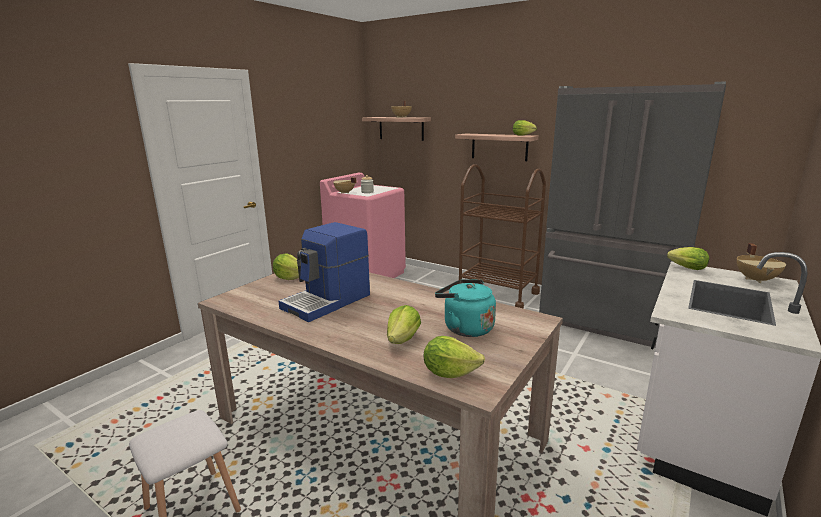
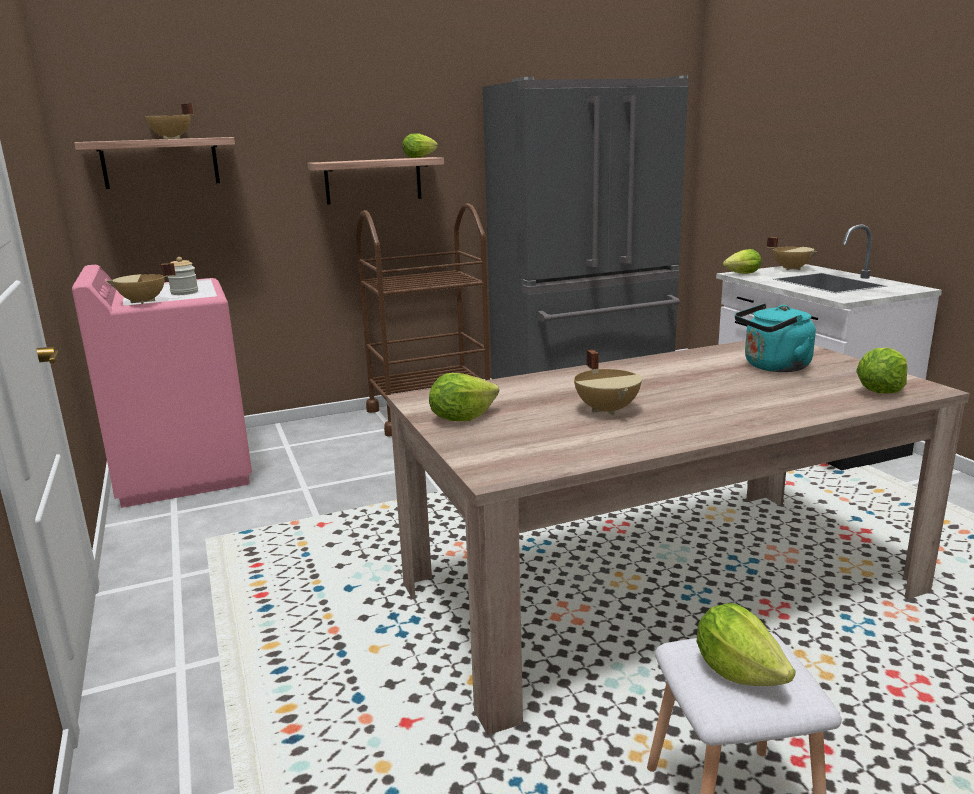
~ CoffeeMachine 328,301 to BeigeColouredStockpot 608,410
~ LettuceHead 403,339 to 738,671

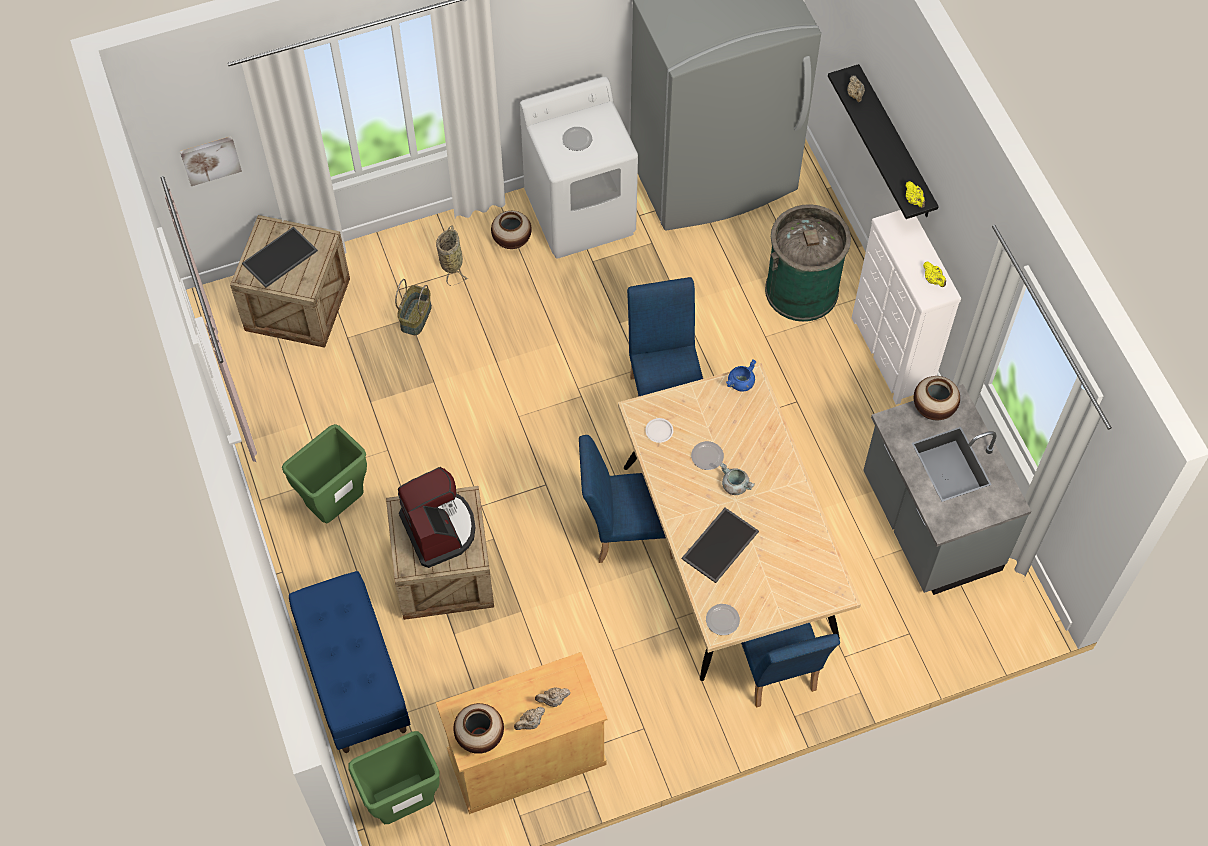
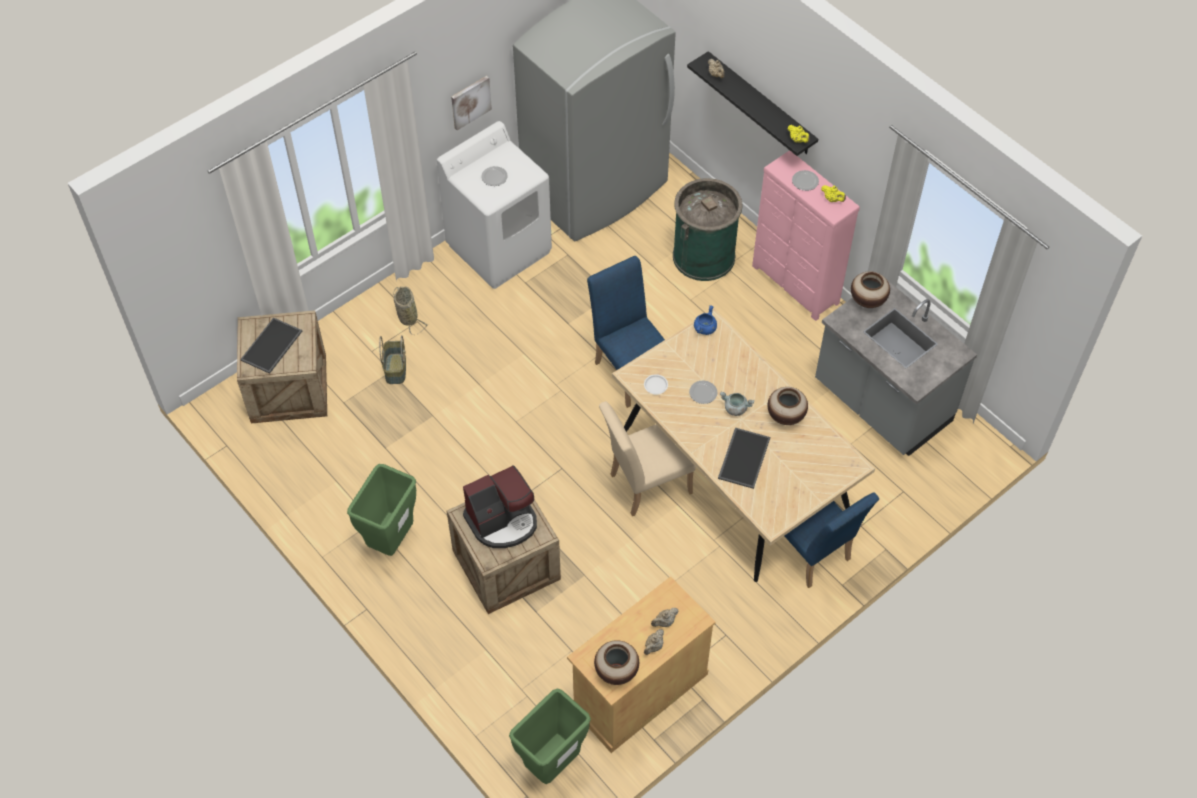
~ Picture 210,159 to 470,102
~ WhitishChestOfDrawers 890,355 to PinkChestOfDrawers 794,285
~ Vase 512,240 to 785,416
~ BluishChair 626,532 to BeigeColouredChair 644,485
~ CoffeeMachine 439,529 = 503,521 105 degrees clockwise
- BluishBench 353,676
~ FlatDish 722,620 to 804,181

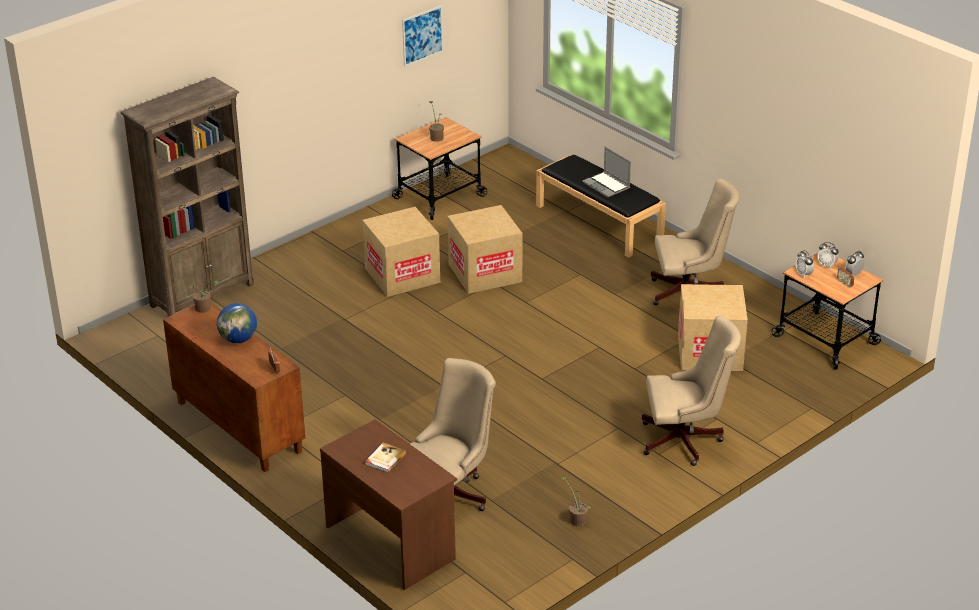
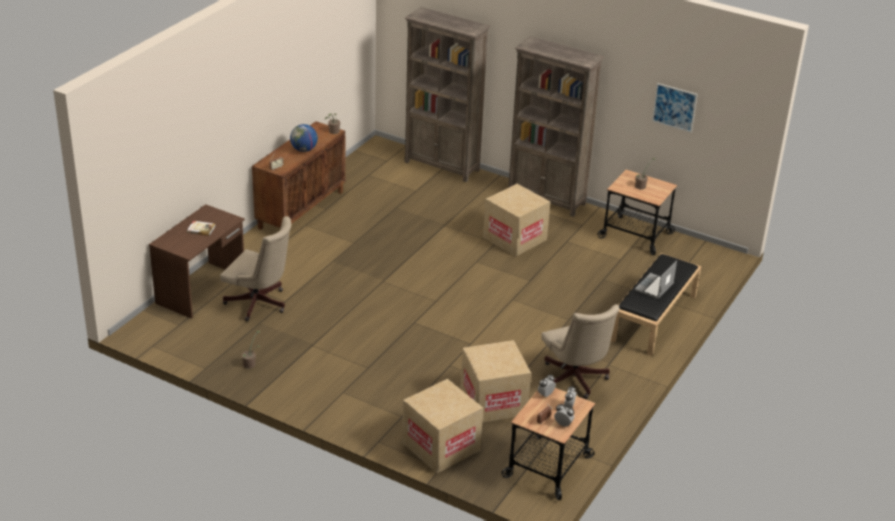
~ Carton 485,273 to 441,446
- BeigeColouredComputerChair 685,440
+ BrownShelvingUnit 547,199

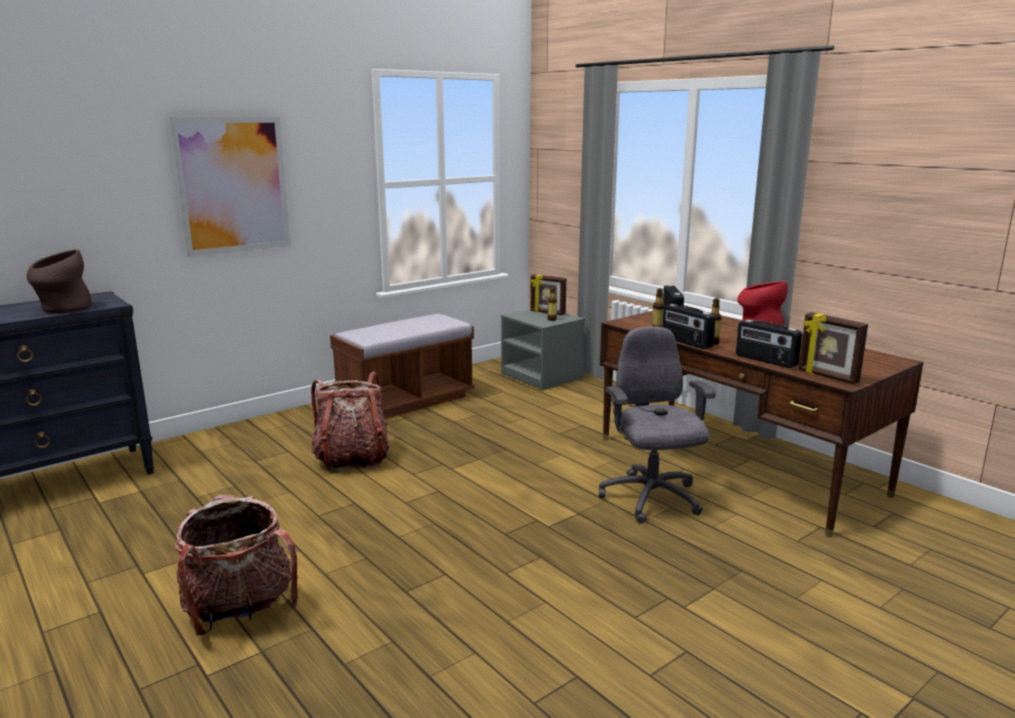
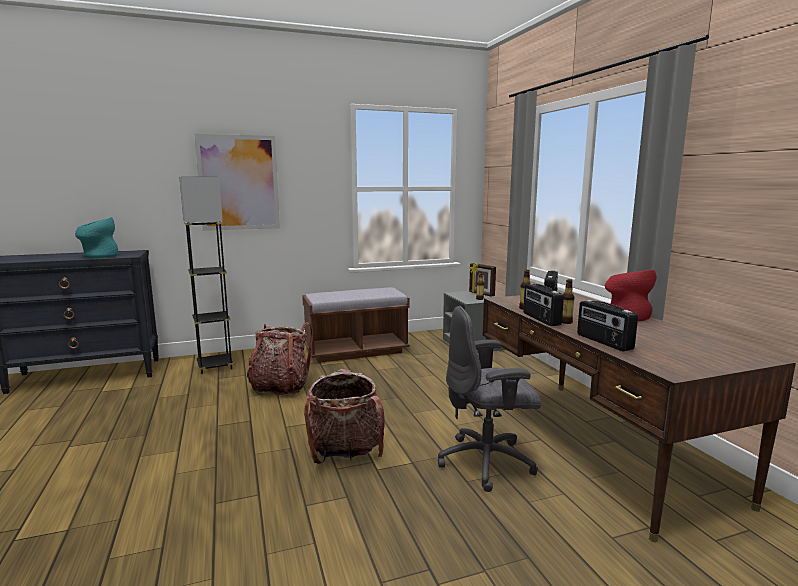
~ BrownVase 62,309 to TurquoiseVase 98,256
- PictureFrame 827,377
~ GreyishComputerChair 651,499 = 487,462 105 degrees counterclockwise
~ Knapsack 240,610 to 345,453
+ GreyishFloorLamp 215,366

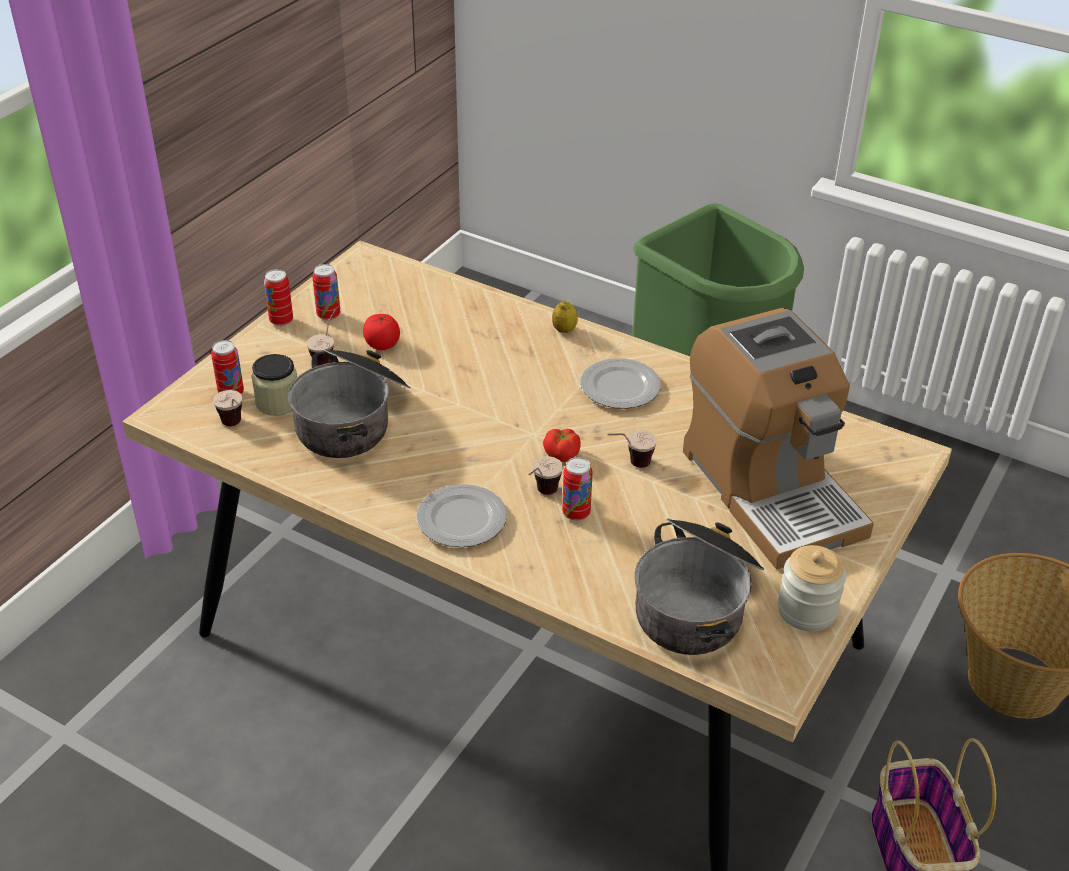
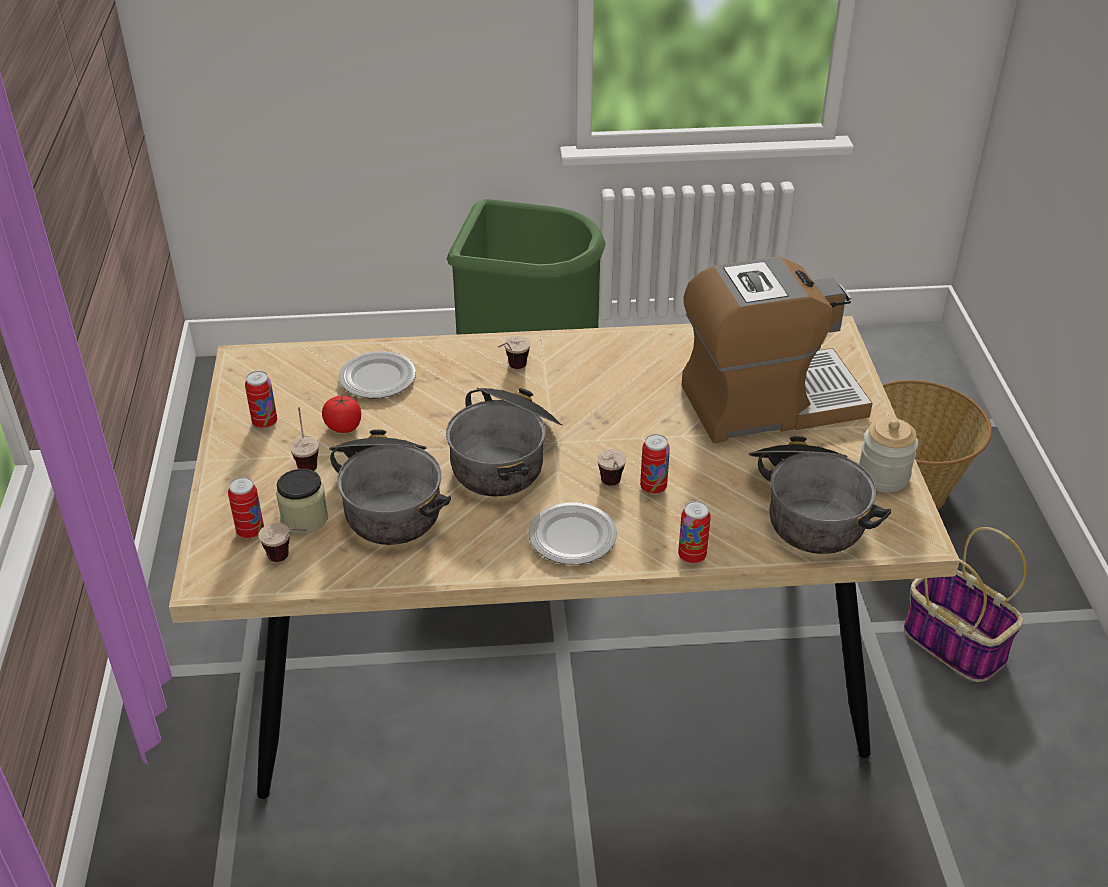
~ SealedCan 281,320 to 692,556
- WholeLemon 564,330
~ CoffeeMachine 770,490 = 769,402 45 degrees counterclockwise
~ FlatDish 620,387 to 377,378
- WholeTomato 562,454
~ DrinkingCup 629,465 to 512,370
+ Stockpot 506,457

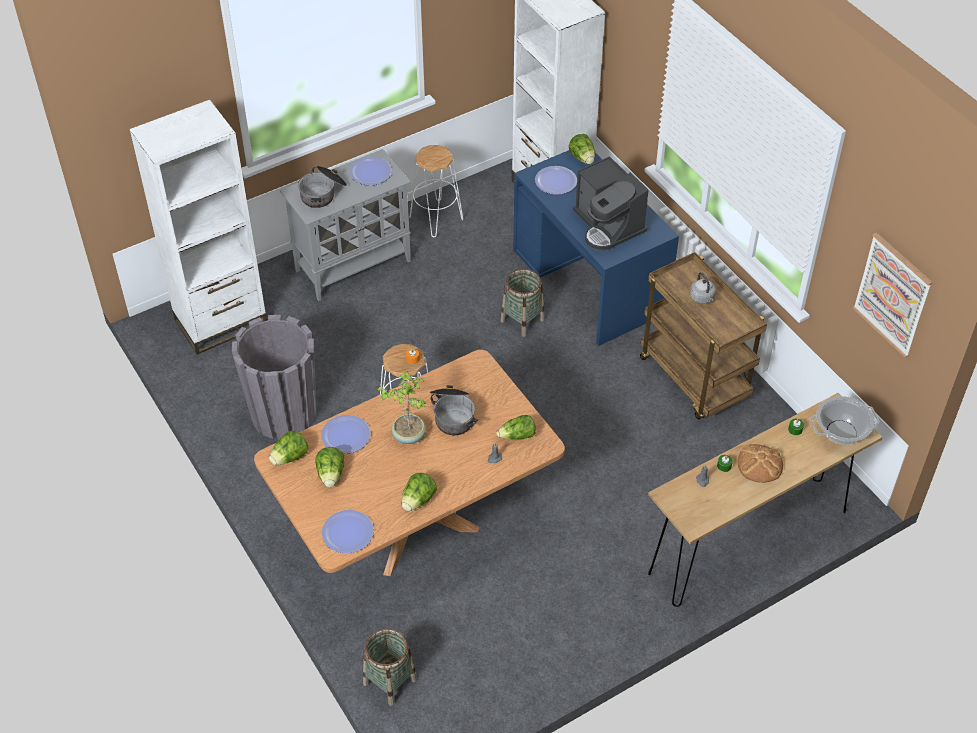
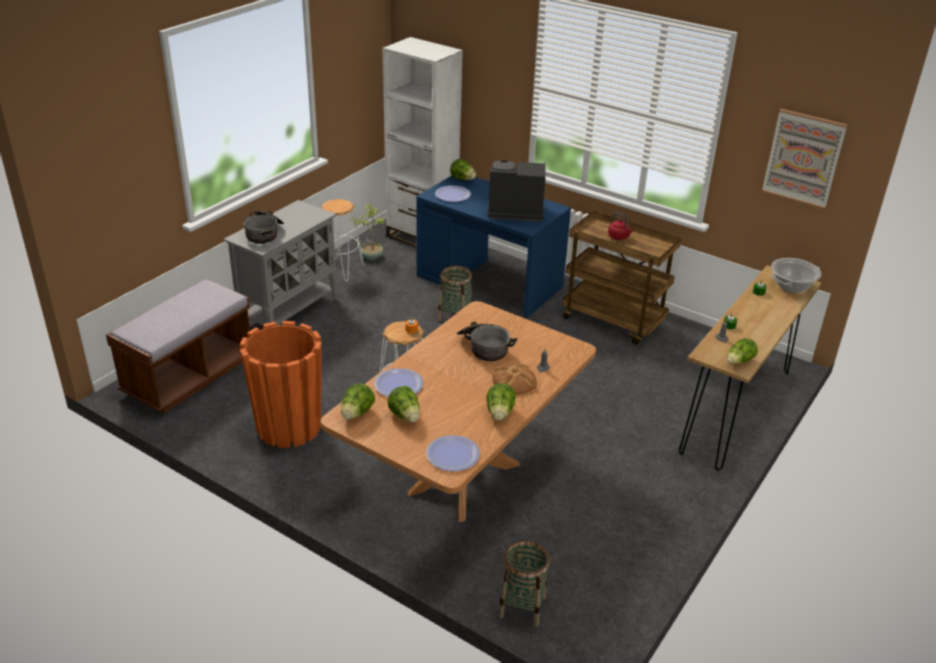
~ WhitishShelvingUnit 221,322 to BrownBench 189,376
~ CoffeeMachine 608,226 = 513,211 150 degrees clockwise
- FlatDish 370,172
~ GreyishKettle 702,298 to RedKettle 619,237
~ GreyishPlanter 284,414 to OrangeyPlanter 289,427
~ PlantInAPot 409,435 to 371,256
~ LettuceHead 517,436 to 739,361
~ BakedBread 759,464 to 514,381

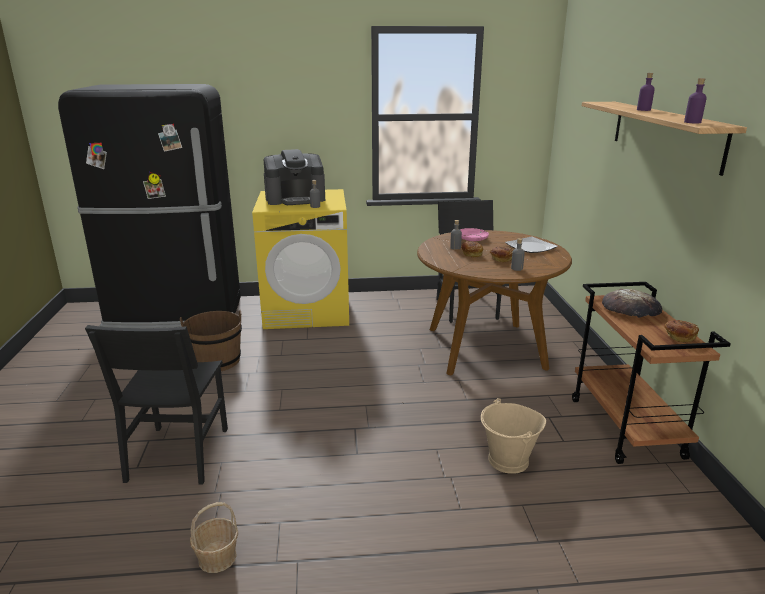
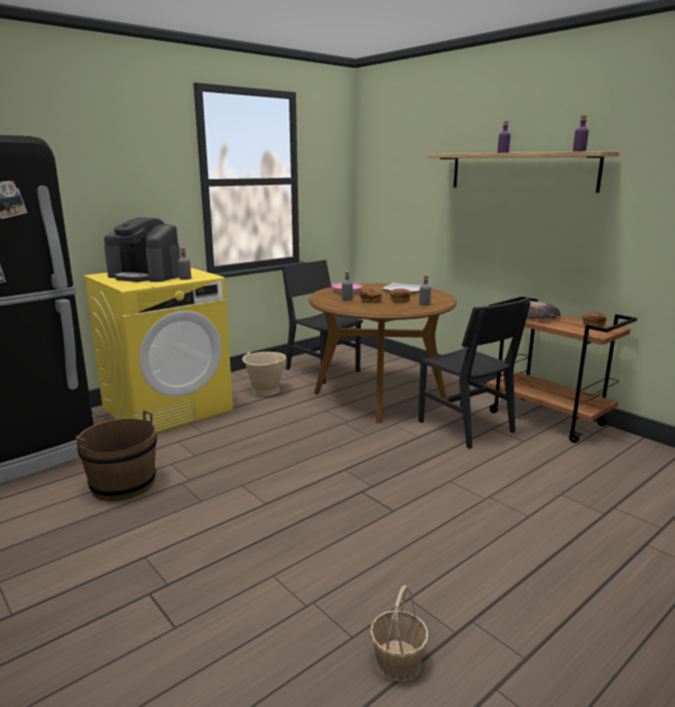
~ CoffeeMachine 295,199 = 146,276 75 degrees clockwise
~ BlackColouredChair 178,454 to 465,426
~ BeigeColouredWaterBucket 508,460 to 266,390

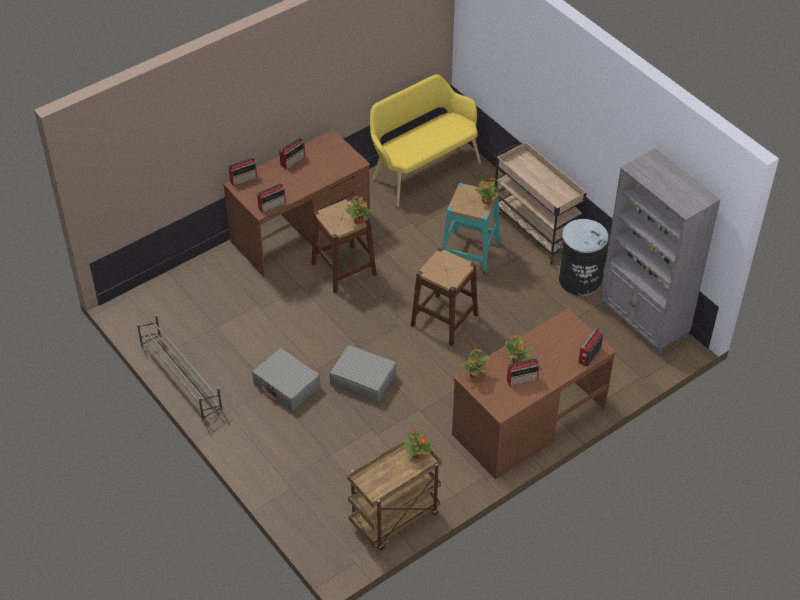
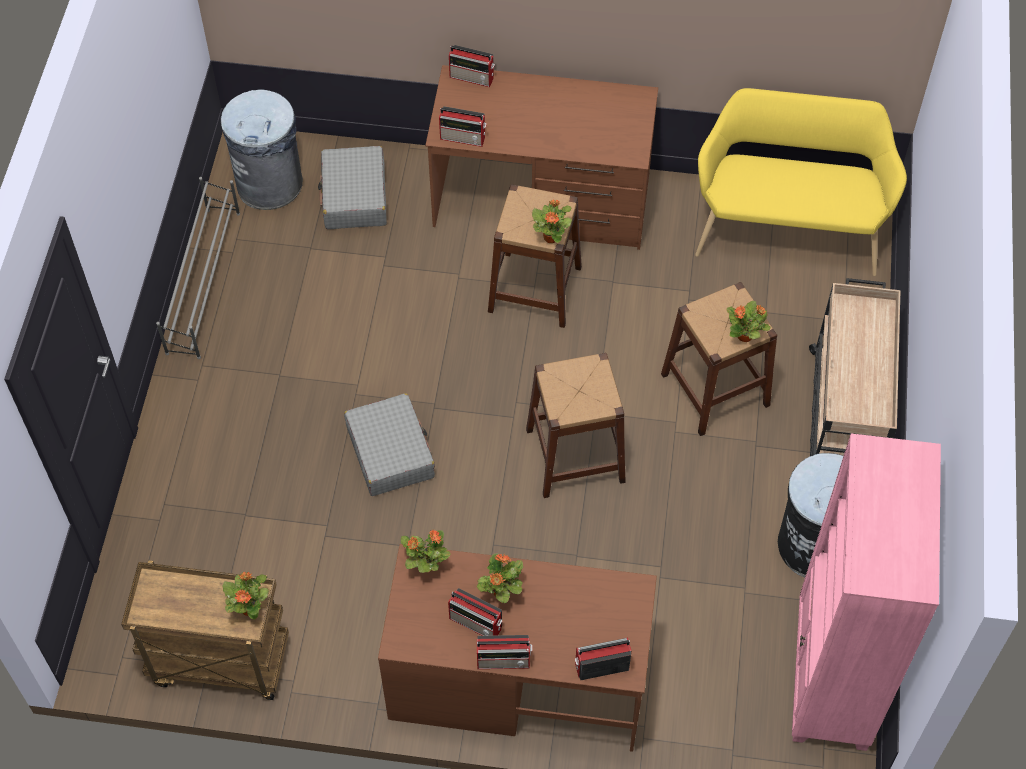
~ Radio 293,161 to 504,660
~ GreyishShelvingUnit 643,322 to PinkShelvingUnit 831,677
~ TurquoiseStoolSeat 470,252 to BrownStoolSeat 715,389
~ GreyishTravelCase 287,385 to 354,197
+ GreyishTrashCan 270,183

